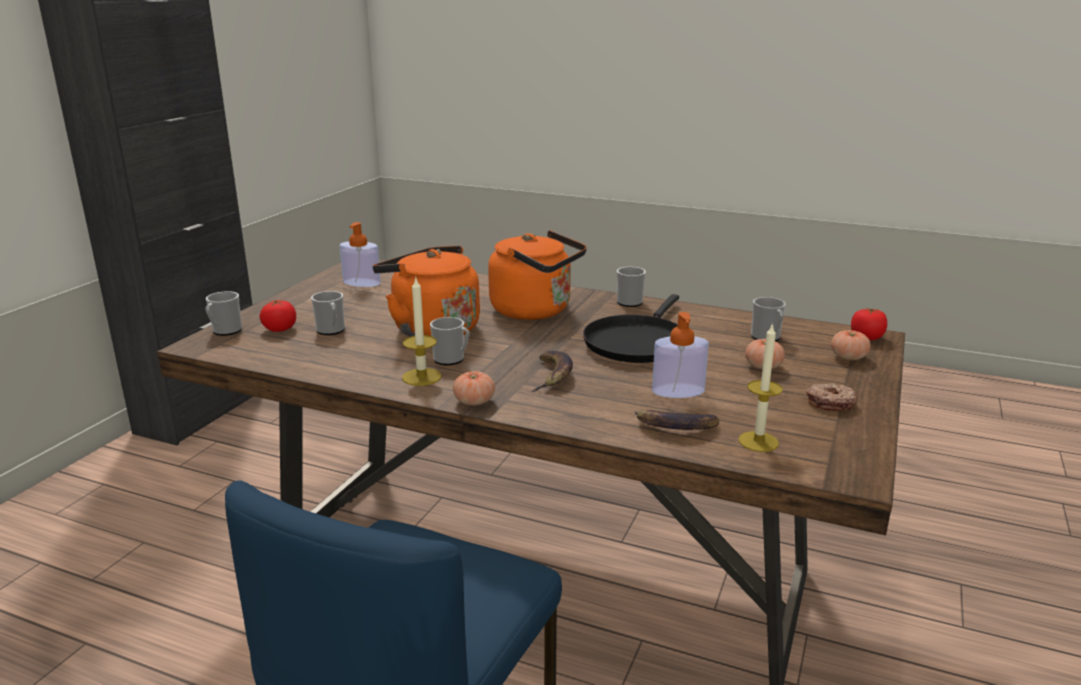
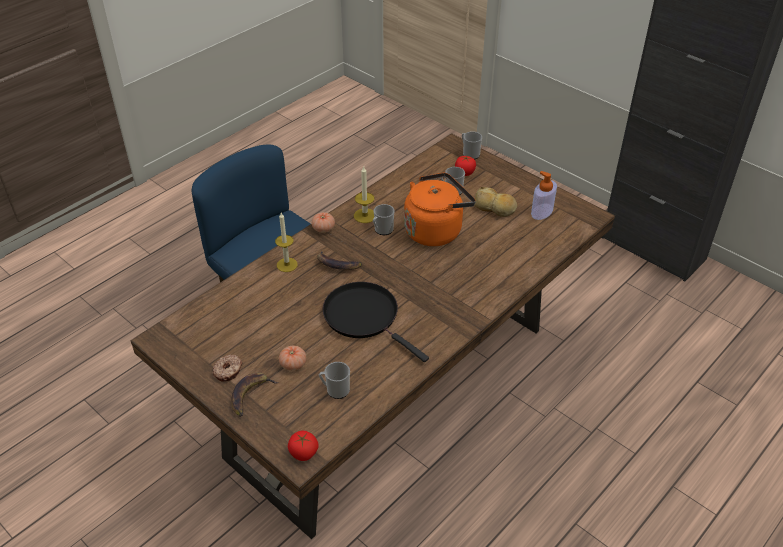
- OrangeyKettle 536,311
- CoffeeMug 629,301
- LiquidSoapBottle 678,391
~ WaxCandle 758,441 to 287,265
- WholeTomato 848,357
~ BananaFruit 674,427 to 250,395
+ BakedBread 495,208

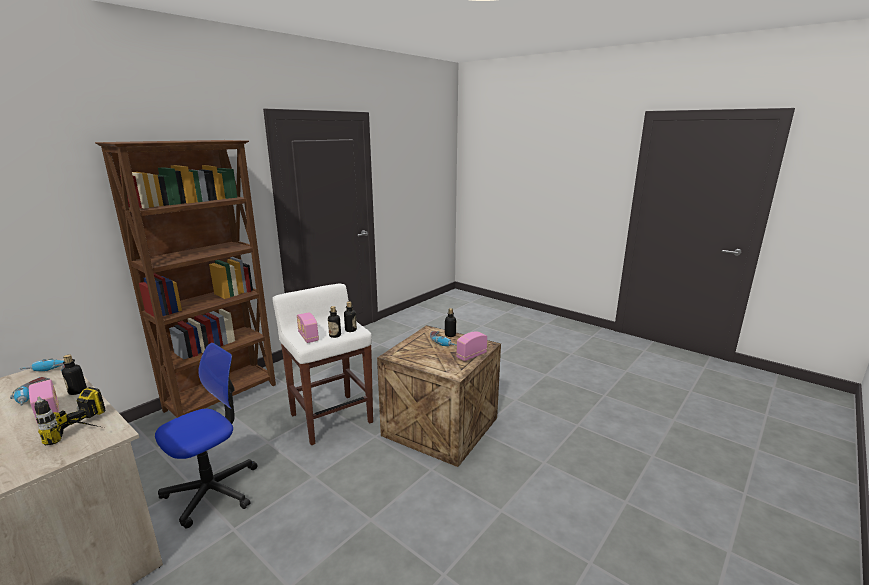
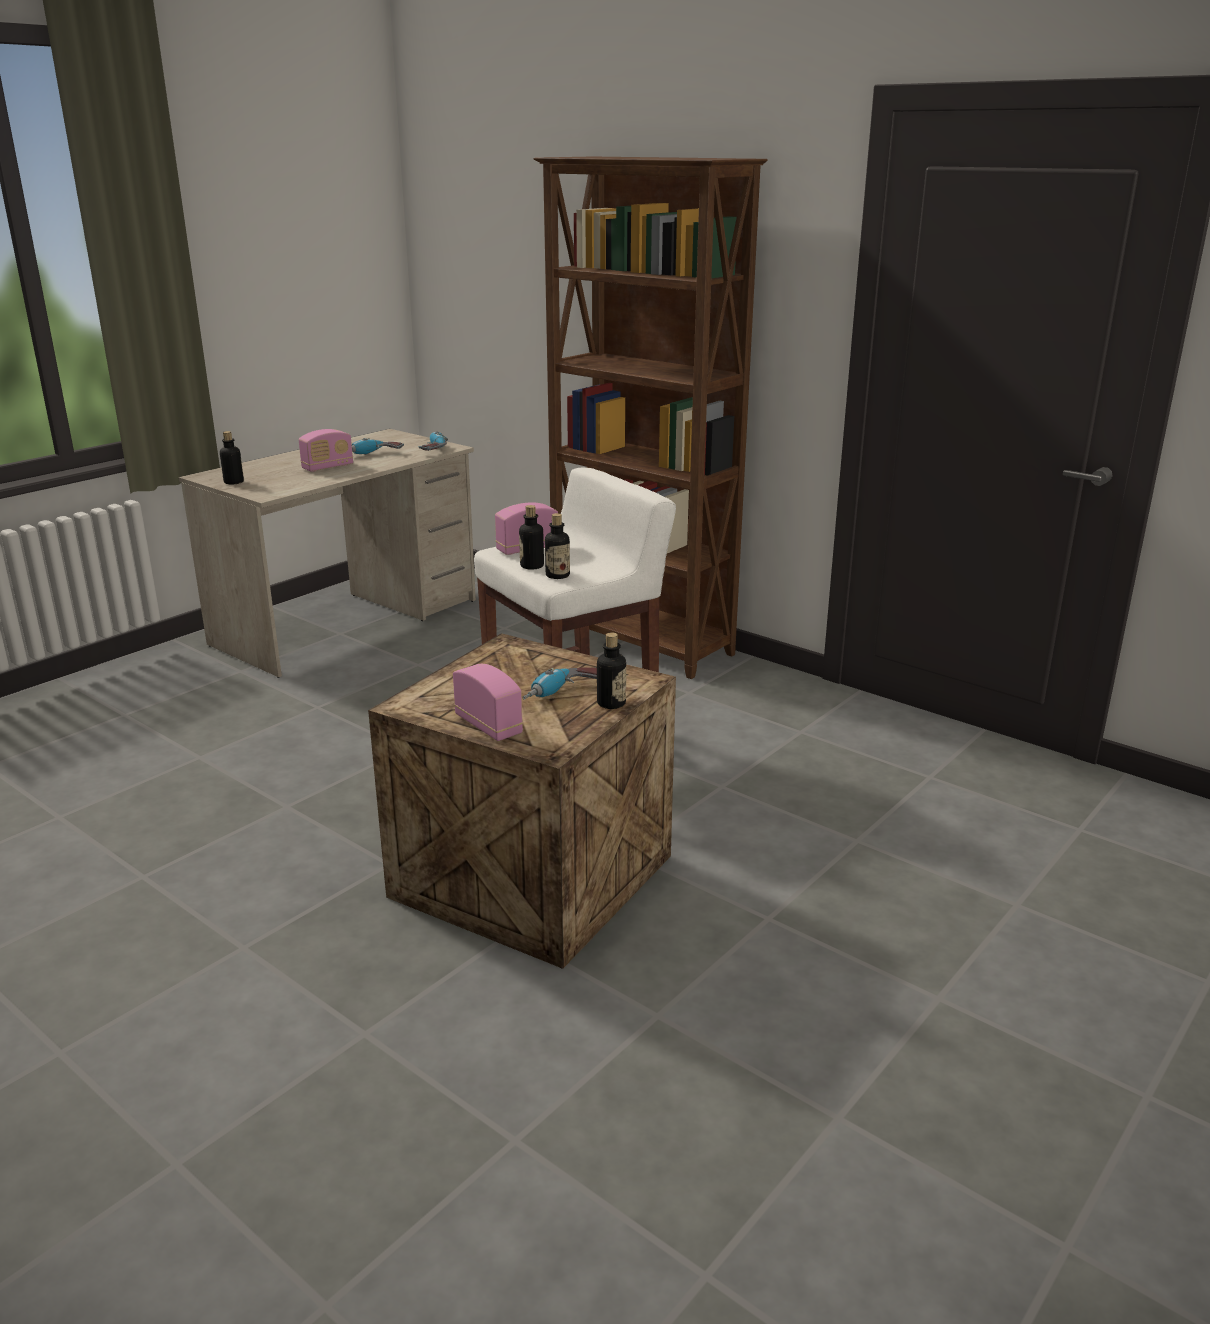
- ComputerChair 212,491
~ DrinkBottle 77,391 to 234,482
- ElectricDrill 89,433

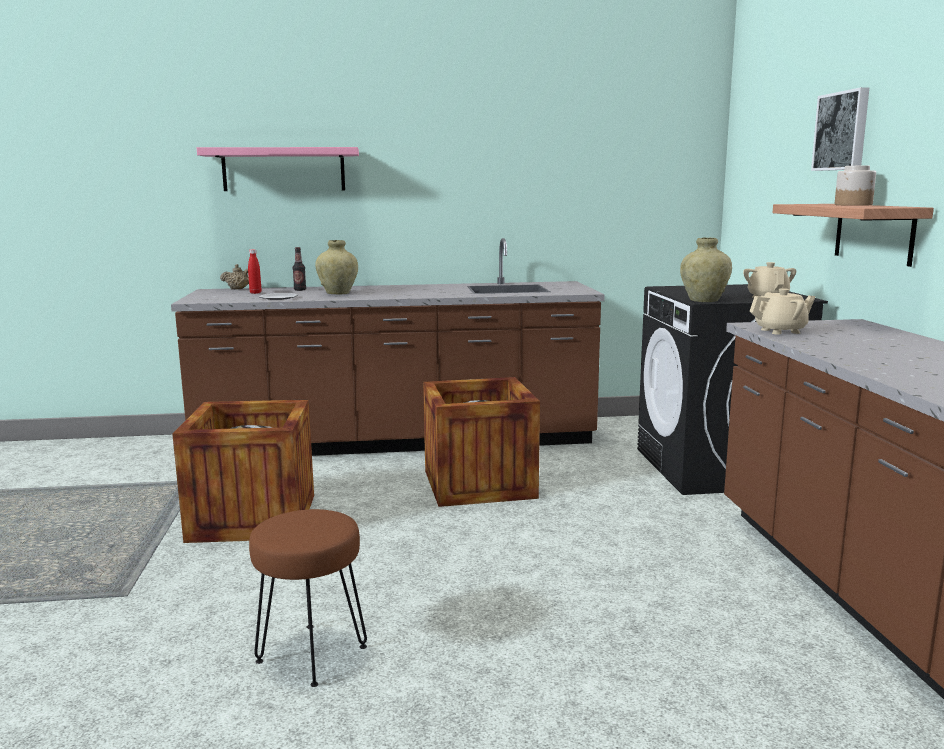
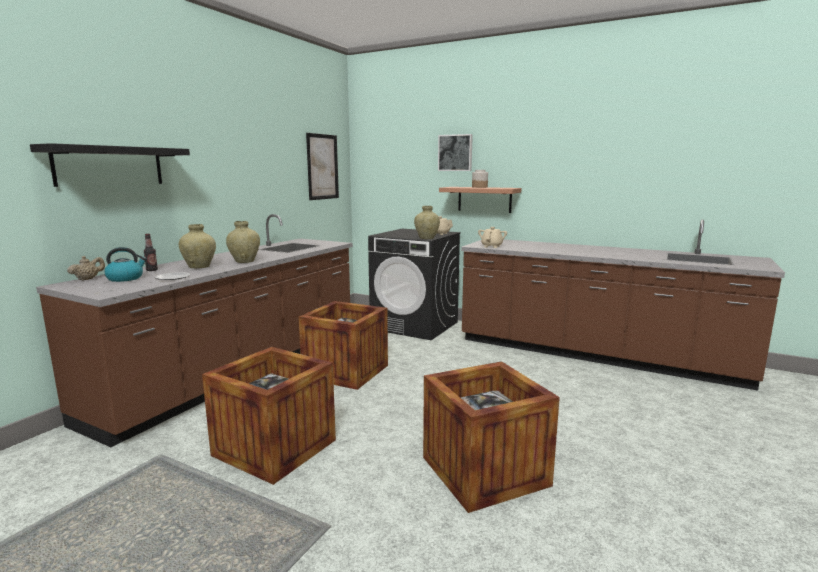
~ PinkShelf 283,170 to BlackColouredShelf 110,166
~ RedDrinkBottle 255,293 to Kettle 125,278
~ BrownStoolSeat 313,654 to ShippingCrate 484,471
+ Picture 322,167
+ BeigeColouredVase 245,261

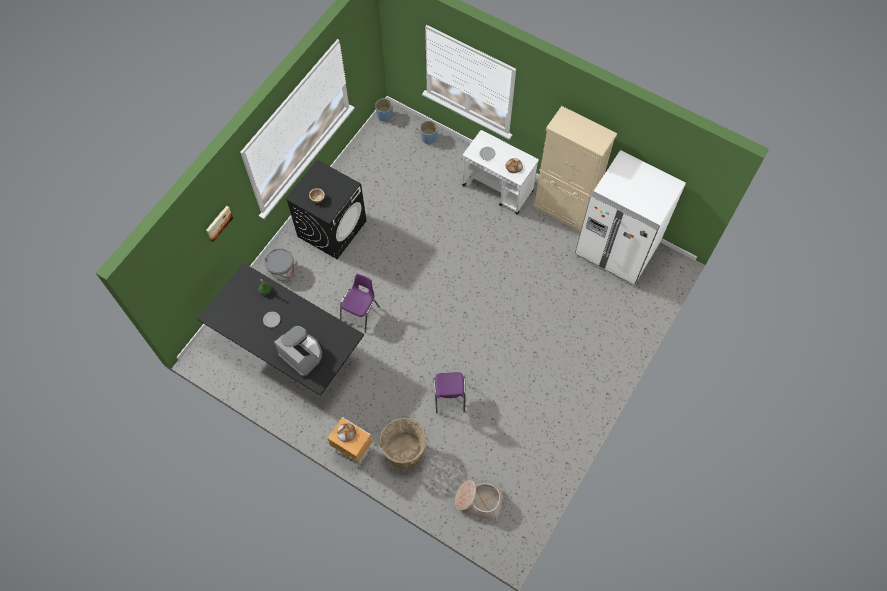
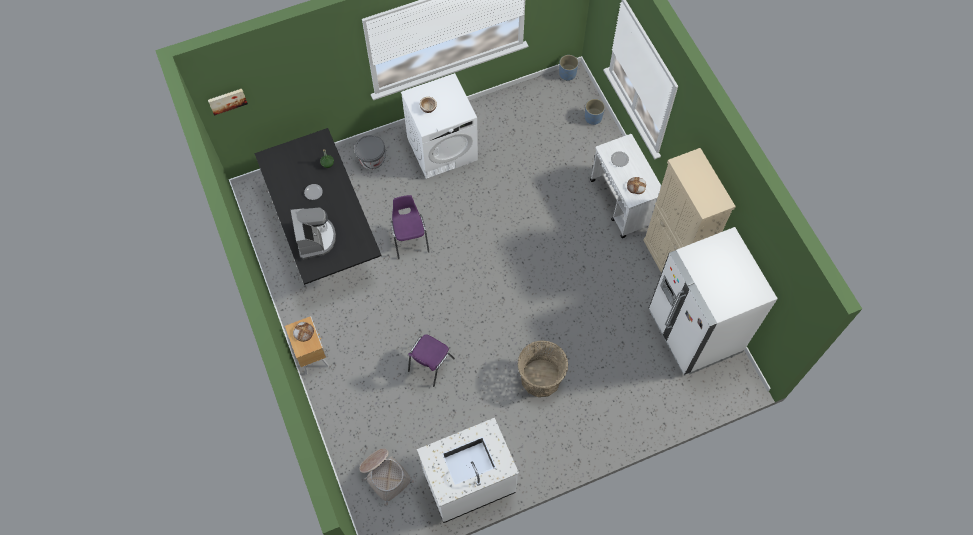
~ BlackColouredWashingMachine 332,228 to WhitishWashingMachine 442,148
~ Picture 218,223 to 227,100
~ PurpleChair 361,313 = 410,239 75 degrees counterclockwise
~ Basket 404,451 to 540,378
+ WhitishCounter 469,482

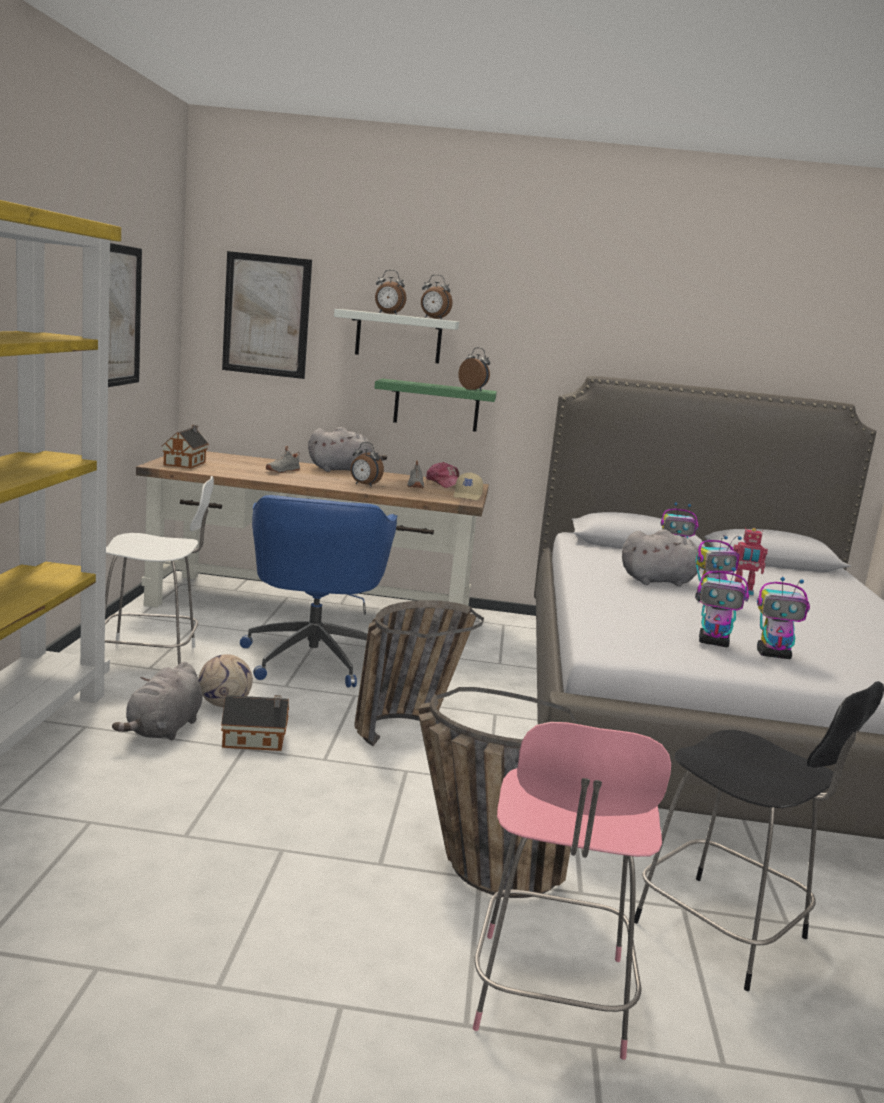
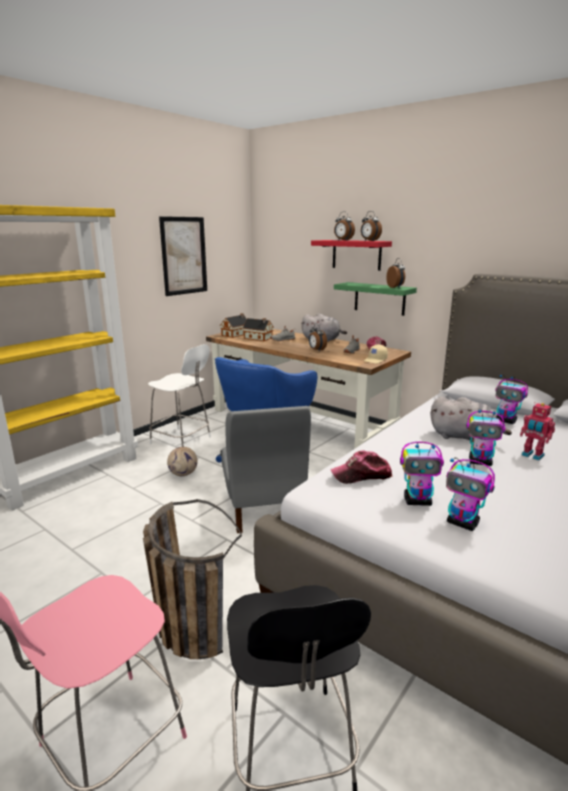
- Picture 266,315
~ WhitishShelf 398,337 to RedShelf 356,254
~ ToyRobot 714,643 = 418,501 45 degrees counterclockwise
~ Basket 407,725 to GreyishChair 264,508
- GreyishPlushToy 163,730
~ ModelHouse 256,741 to 259,338
+ PeakedCap 361,475

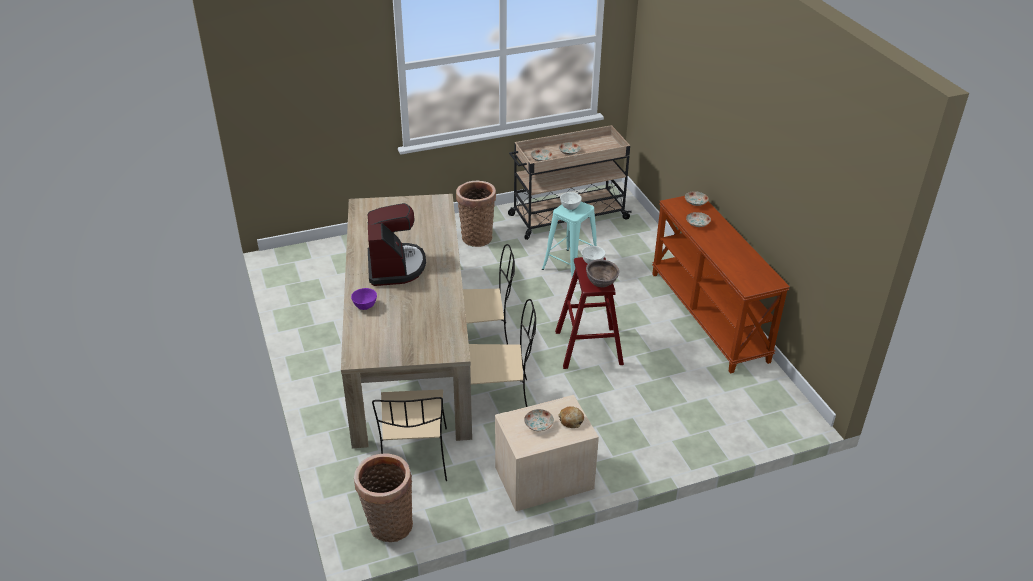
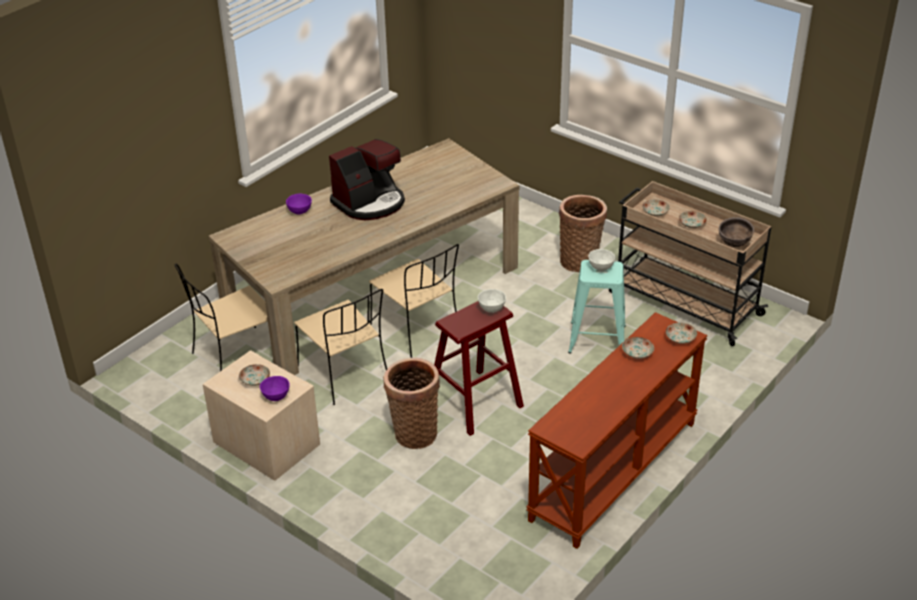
~ BrownDeepDish 601,284 to 734,244
~ BakedBread 571,420 to PurpleDeepDish 275,397
~ Basket 387,525 to 414,432

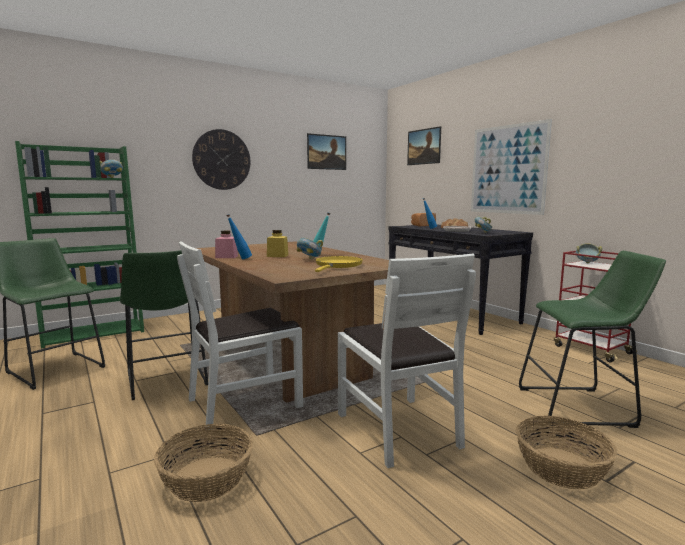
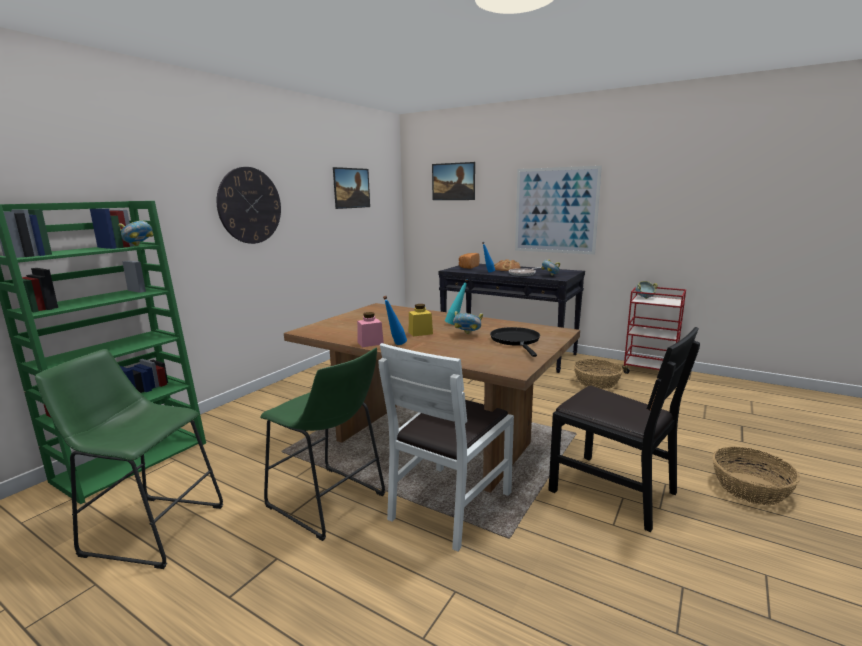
- GreenStoolSeat 581,407
~ WhitishChair 398,429 to BlackColouredChair 612,490
~ YellowishFryingPan 337,265 to BlackColouredFryingPan 516,341
~ Basket 207,478 to 597,382

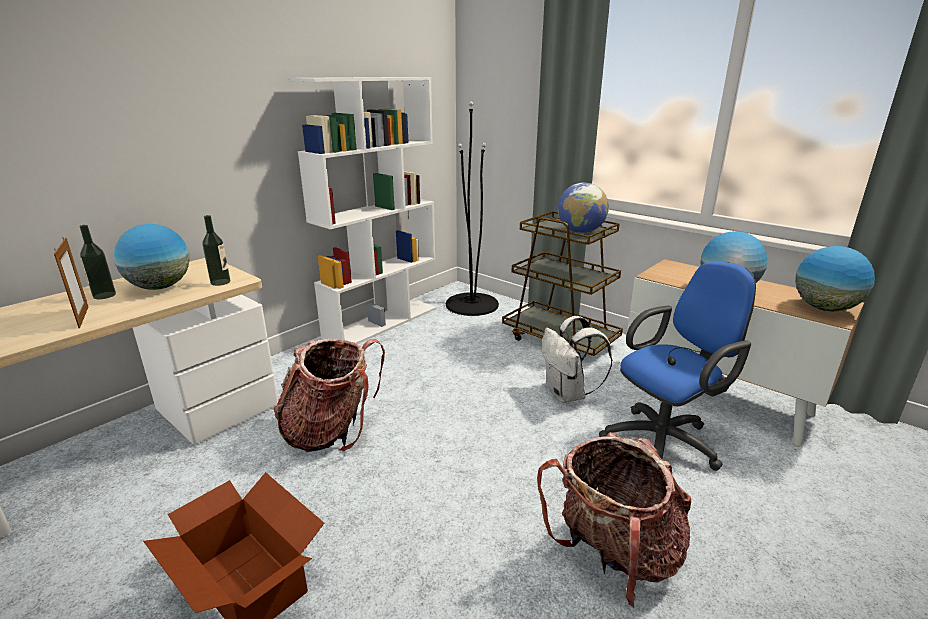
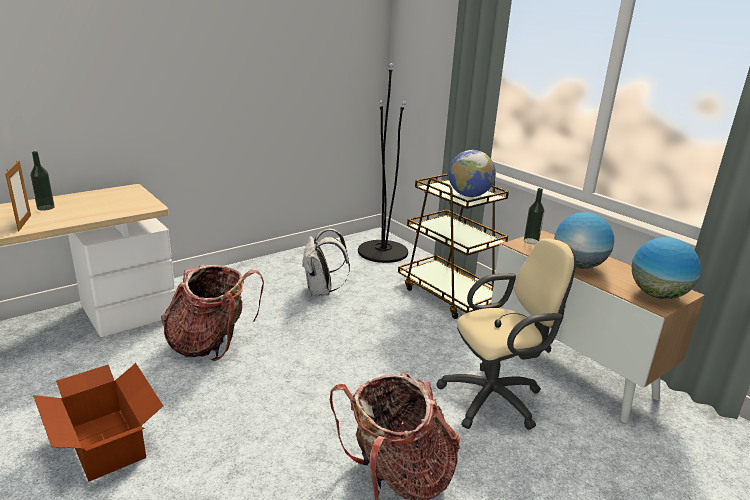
- WhitishShelvingUnit 382,322
~ DrinkBottle 220,282 to 531,241
- WorldGlobe 160,287
~ BluishComputerChair 665,442 to BeigeColouredComputerChair 496,398
~ WhitishKnapsack 568,394 to 321,291

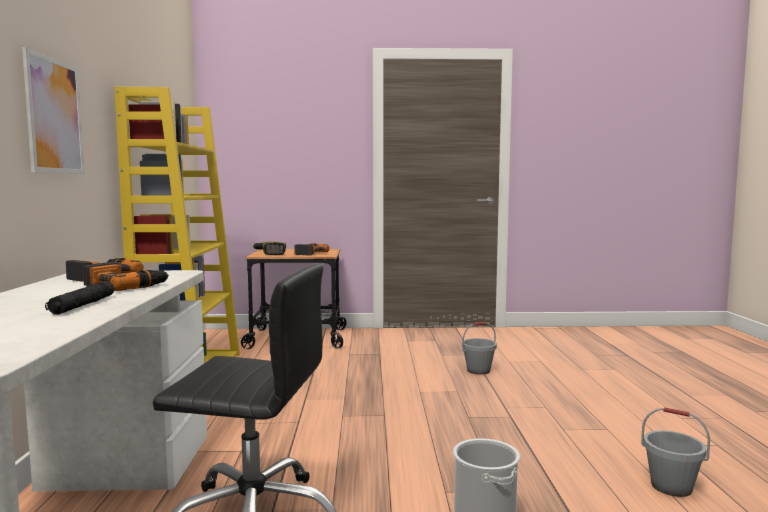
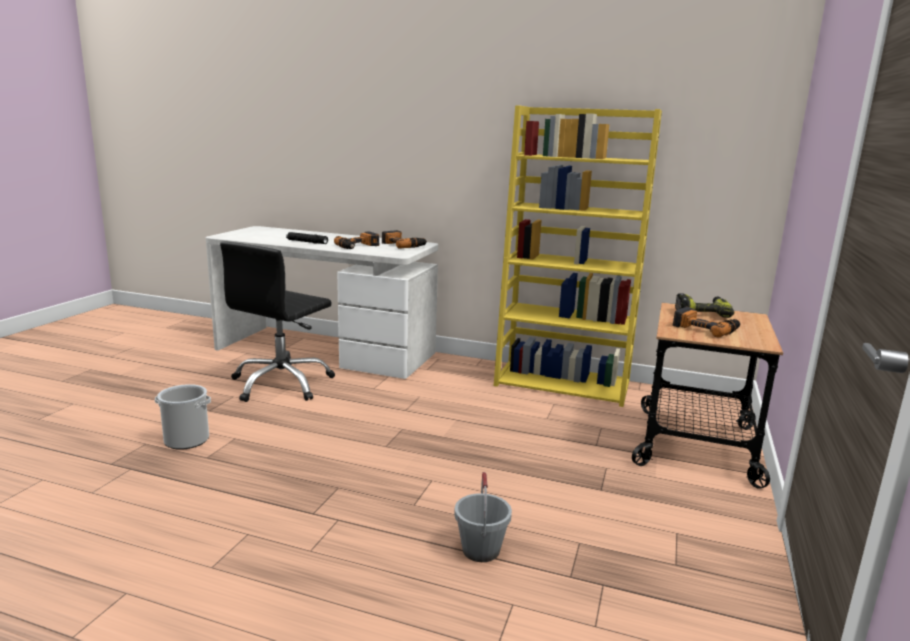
- Picture 54,116
- GreyishWaterBucket 671,486

